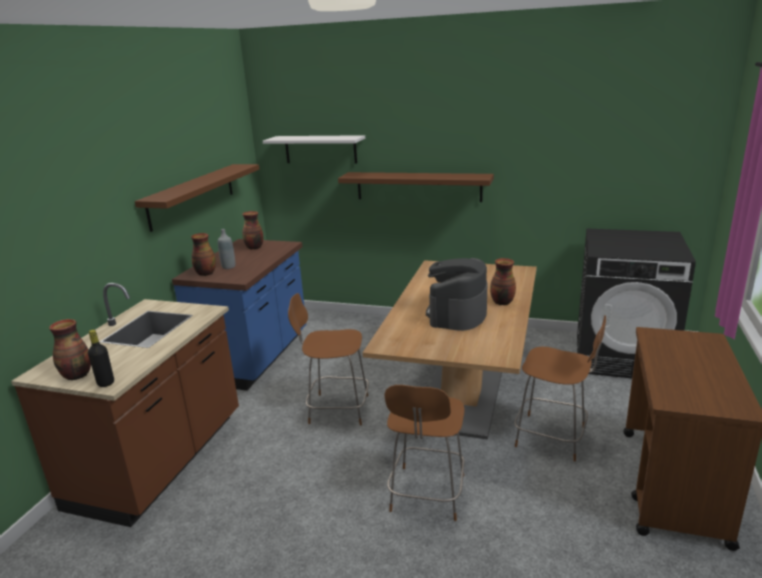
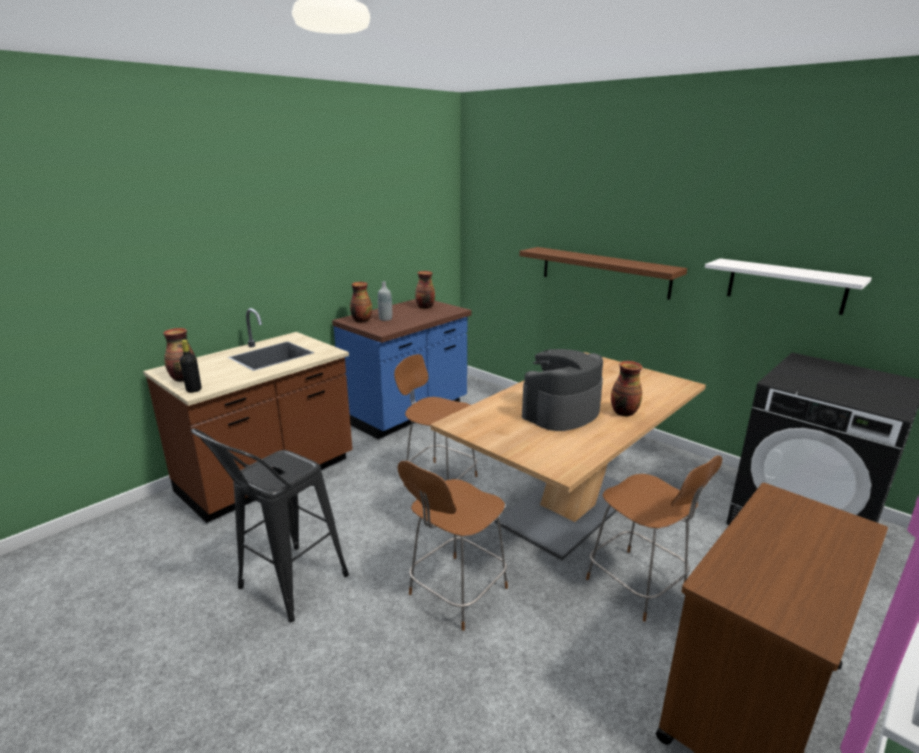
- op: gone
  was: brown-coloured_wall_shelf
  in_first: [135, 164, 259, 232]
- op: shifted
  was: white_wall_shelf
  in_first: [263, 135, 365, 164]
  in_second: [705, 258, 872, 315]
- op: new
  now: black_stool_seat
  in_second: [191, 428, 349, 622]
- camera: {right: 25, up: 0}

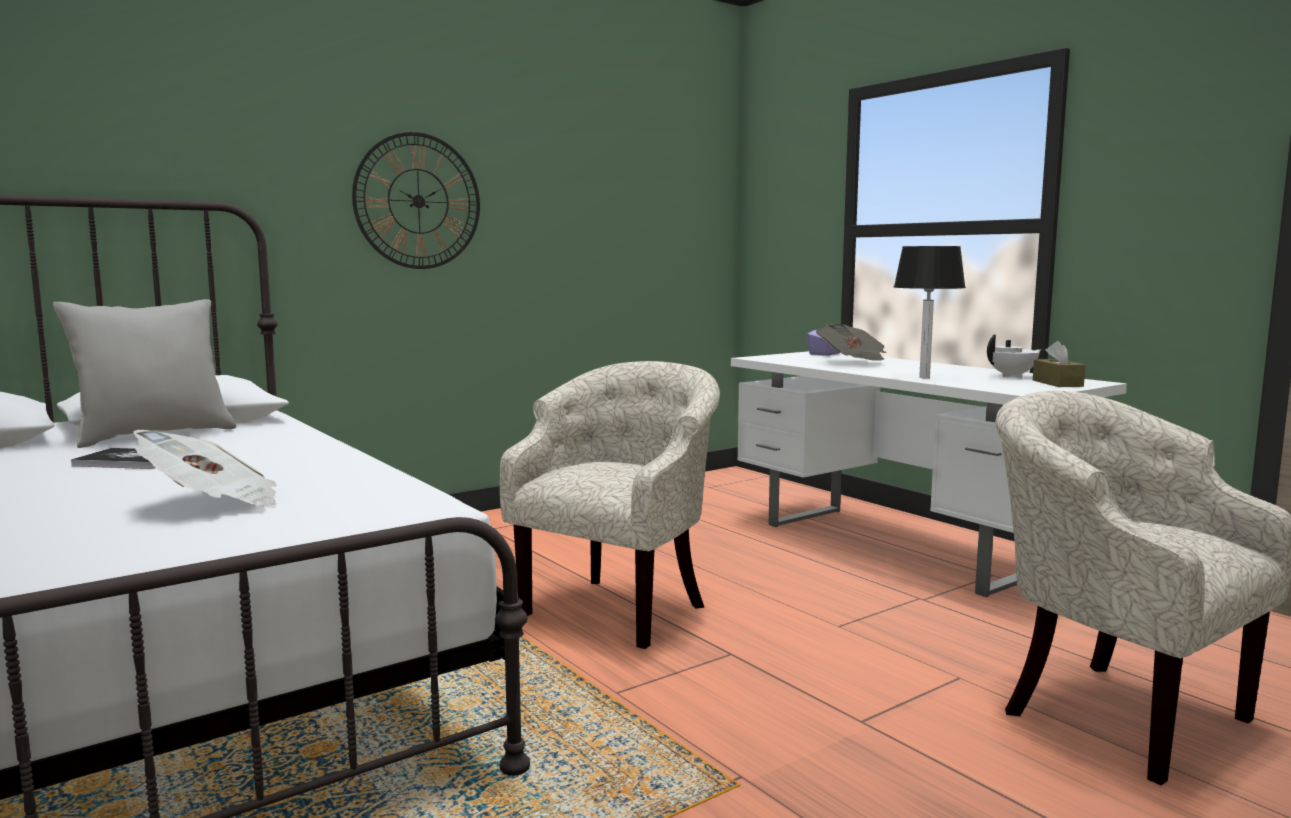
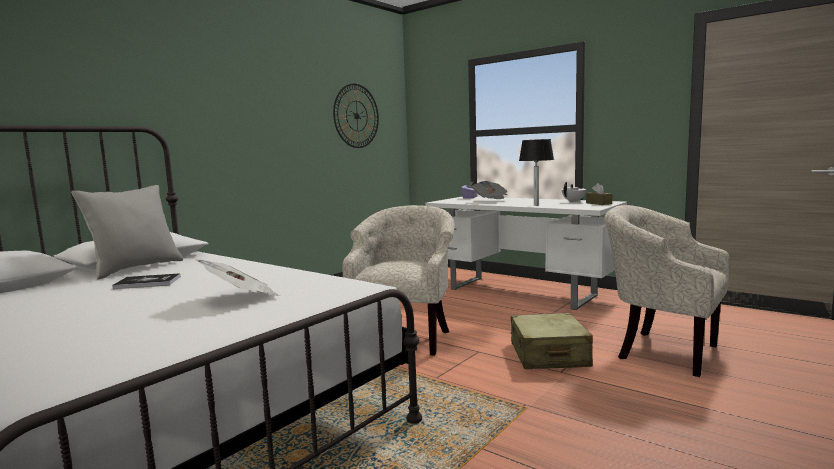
- op: shifted
  was: hanging_clock
  in_first: [352, 132, 480, 269]
  in_second: [333, 83, 379, 148]
- op: new
  now: beige_travel_case
  in_second: [511, 313, 593, 369]
- camera: {right: -15, up: 0}

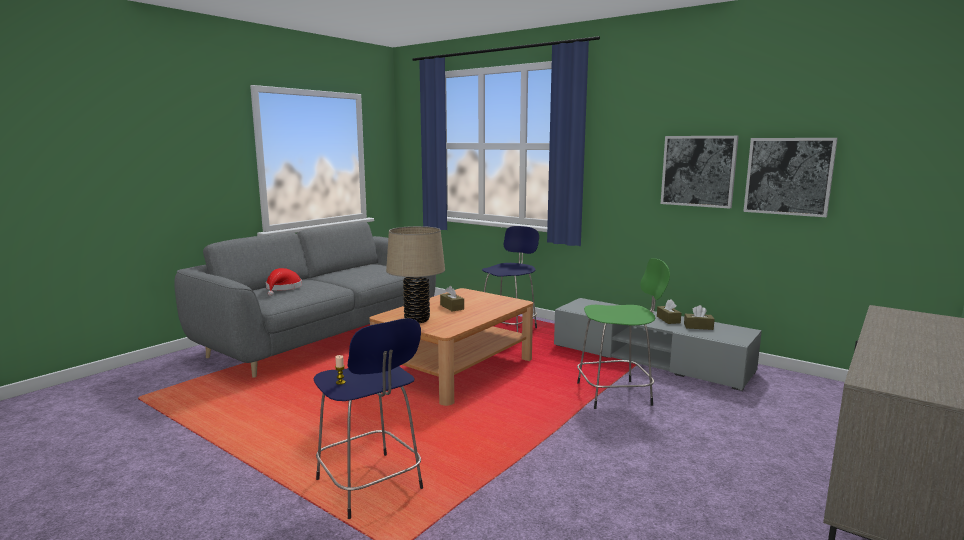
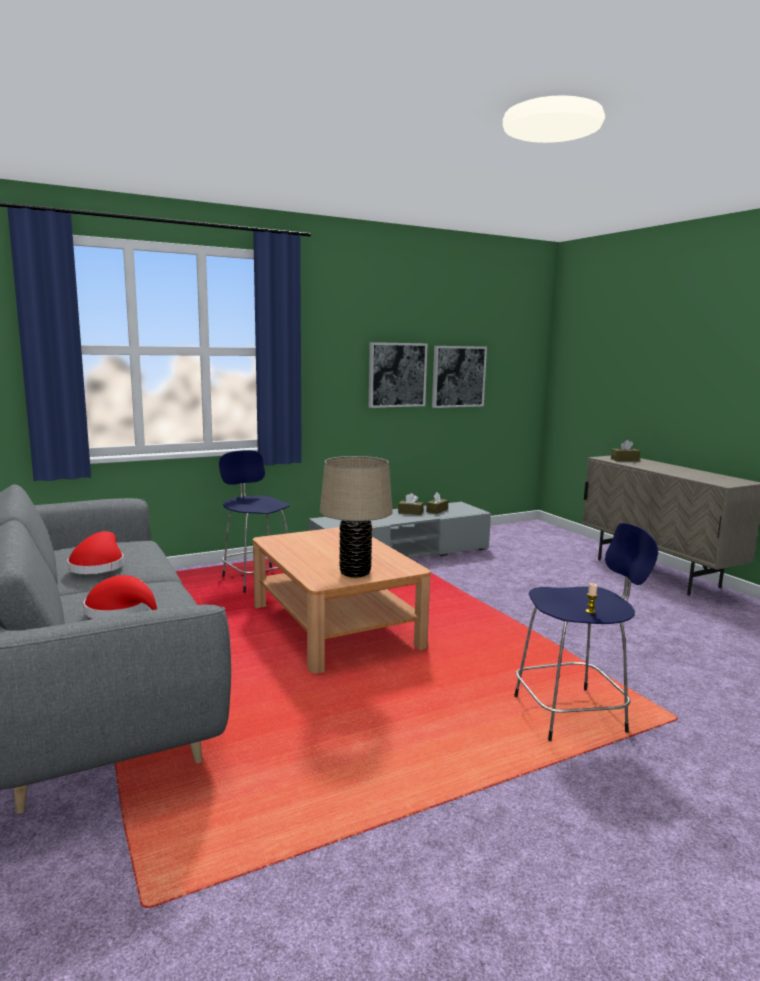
- op: shifted
  was: brown-coloured_tissue_holder
  in_first: [440, 286, 464, 311]
  in_second: [611, 440, 640, 461]
- op: gone
  was: green_stool_seat
  in_first: [577, 258, 670, 409]
- op: new
  now: reddish_clothing_hat
  in_second: [67, 531, 124, 574]
- camera: {right: -65, up: 0}

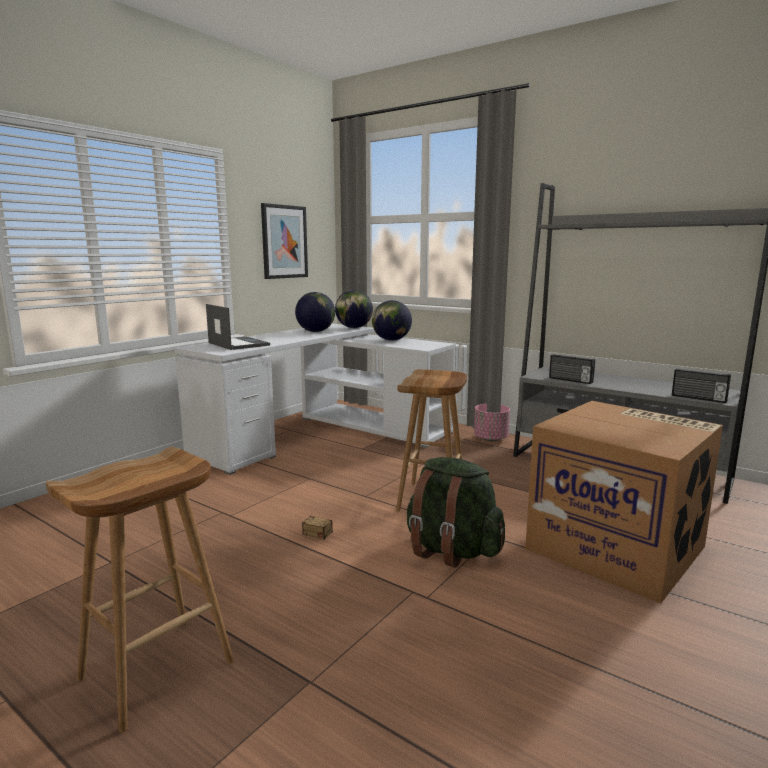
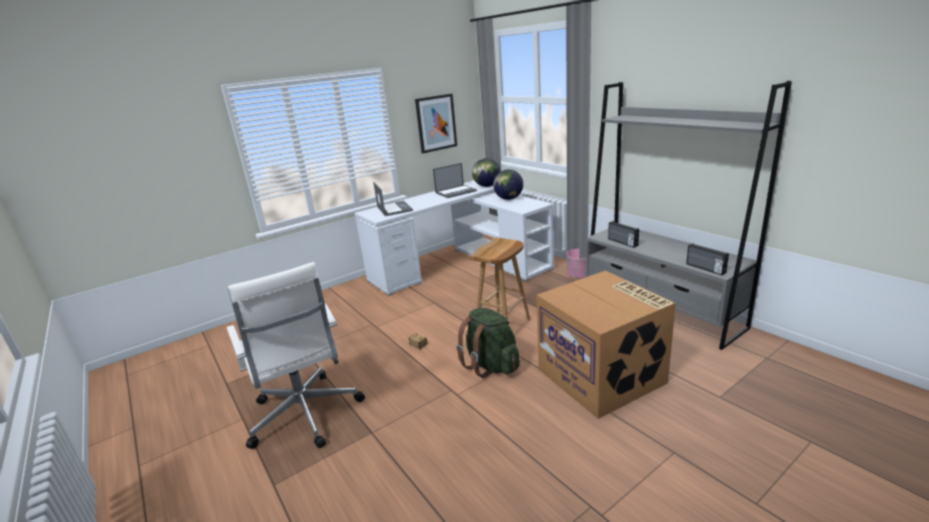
- op: swapped
  was: brown-coloured_stool_seat
  now: white_office_chair
  in_first: [46, 447, 234, 733]
  in_second: [227, 262, 365, 449]
- op: swapped
  was: desk_globe
  now: notebook_computer
  in_first: [295, 292, 335, 332]
  in_second: [433, 163, 477, 198]
- camera: {right: 20, up: 10}

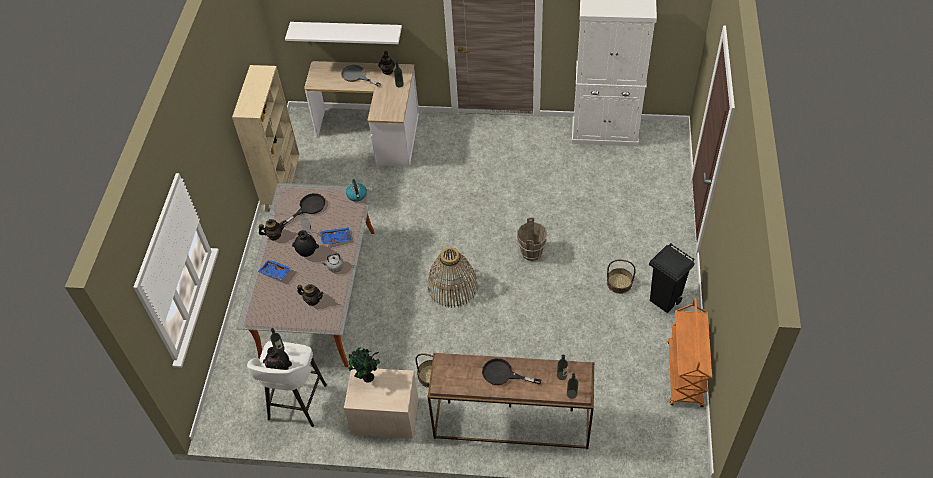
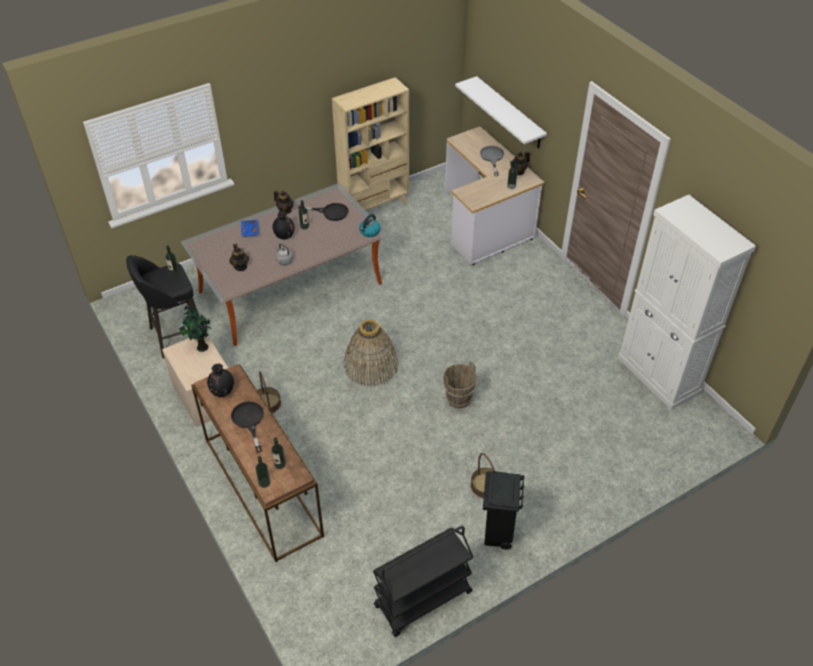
- op: repainted
  was: white_stool_seat
  now: black_stool_seat
  in_first: [247, 341, 327, 427]
  in_second: [126, 255, 199, 359]
- op: shifted
  was: black_decorative_vase
  in_first: [263, 347, 292, 370]
  in_second: [207, 364, 234, 397]
- op: gone
  was: bluish_tray
  in_first: [320, 227, 351, 245]
- op: repainted
  was: orange-coloured_wheeled_cart
  now: black_wheeled_cart
  in_first: [667, 298, 712, 407]
  in_second: [373, 526, 473, 637]
- camera: {right: 50, up: -5}

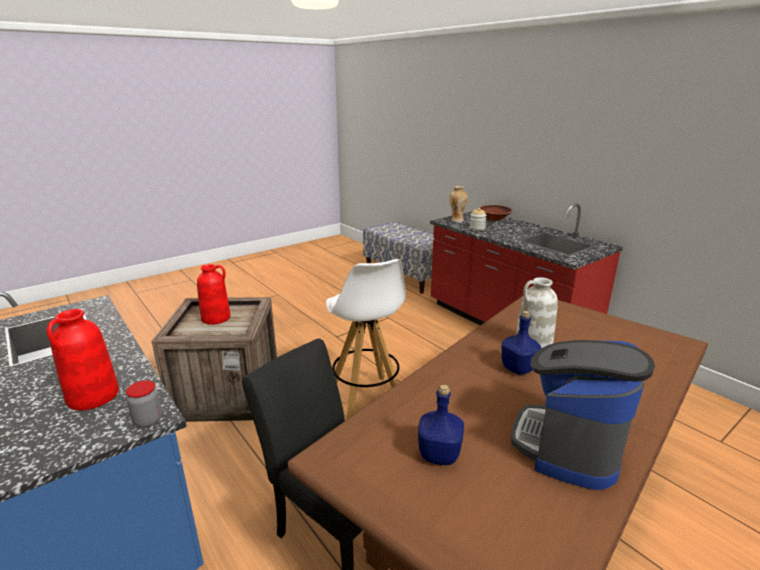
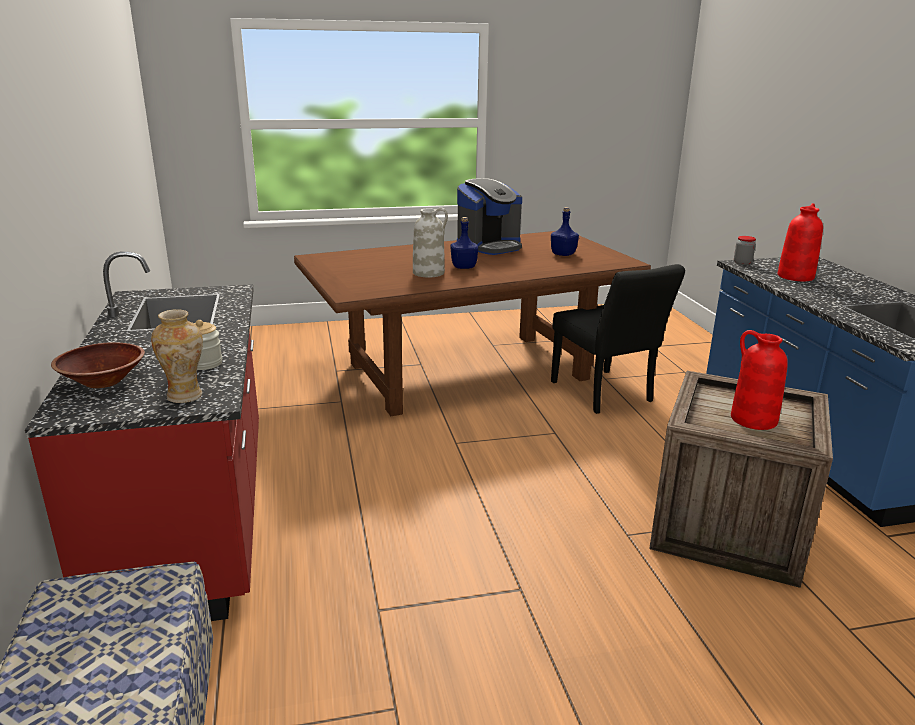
- op: gone
  was: white_stool_seat
  in_first: [326, 259, 406, 420]
- camera: {right: -155, up: 0}

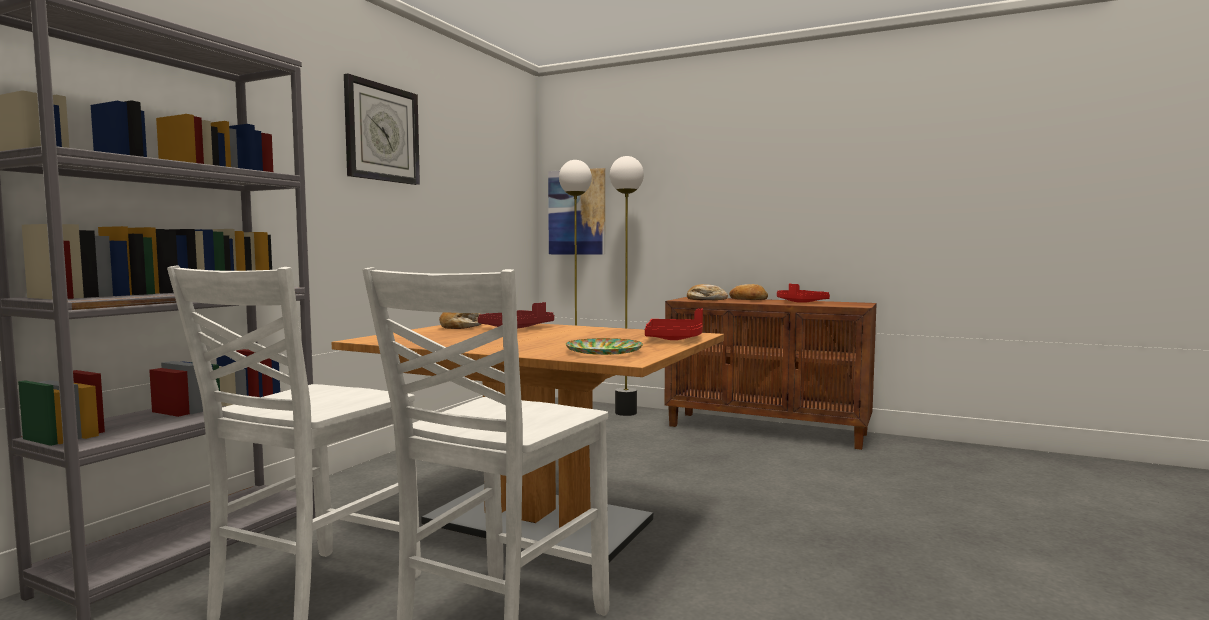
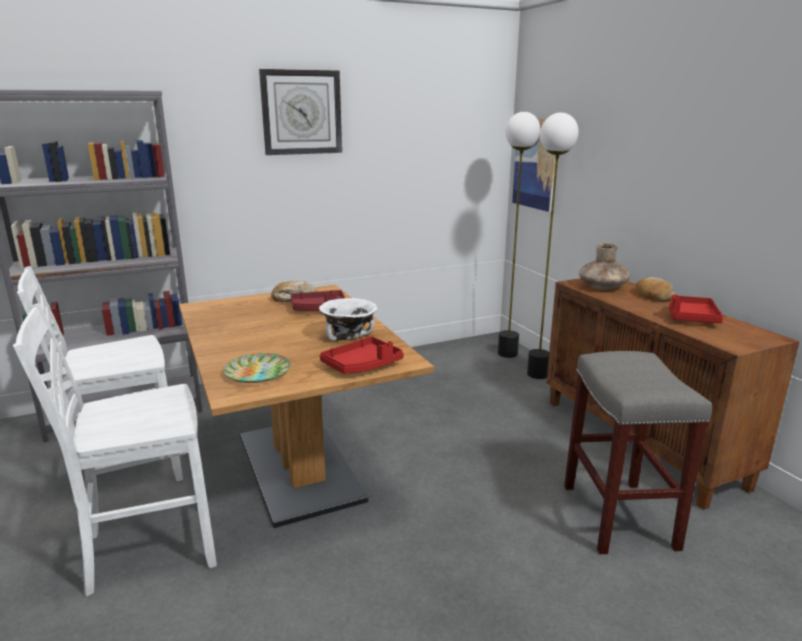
- op: swapped
  was: bakery_bread
  now: brown-coloured_decorative_vase
  in_first: [687, 284, 728, 300]
  in_second: [579, 243, 631, 290]
- op: new
  now: white_bowl
  in_second: [319, 298, 378, 341]
- op: new
  now: gray_stool_seat
  in_second: [564, 351, 712, 554]
- camera: {right: 40, up: 15}

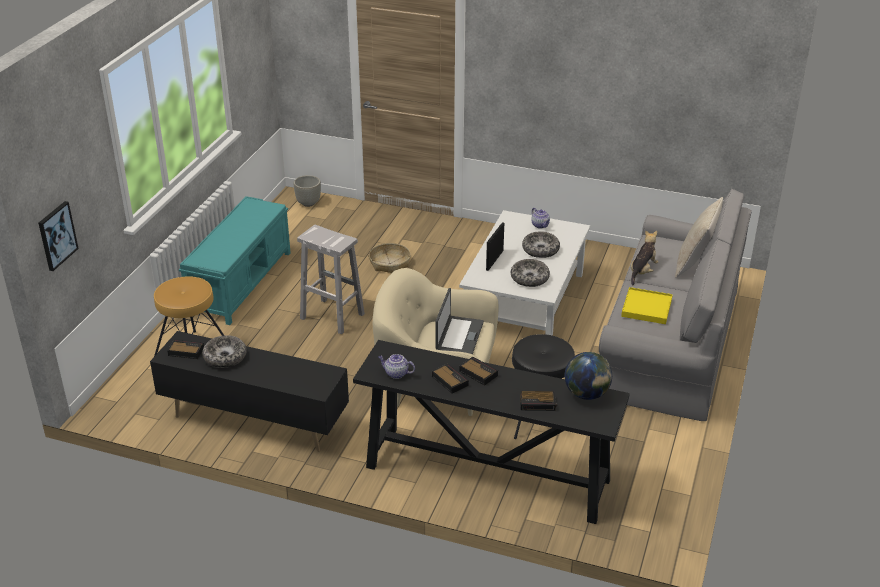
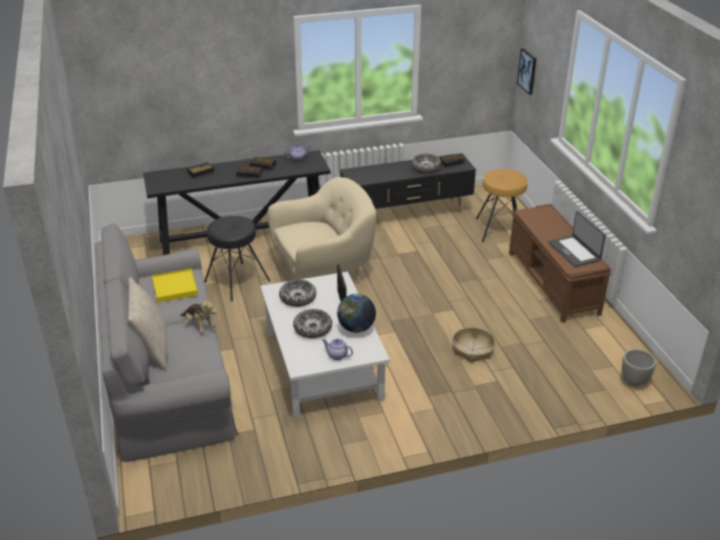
- op: repainted
  was: blue-green_indoor_bench
  now: brown-coloured_indoor_bench
  in_first: [179, 196, 291, 325]
  in_second: [509, 204, 612, 323]
- op: gone
  was: white_stool_seat
  in_first: [297, 225, 365, 335]
- op: shifted
  was: notebook_computer
  in_first: [435, 288, 484, 354]
  in_second: [548, 211, 606, 267]
- op: shifted
  was: desk_globe
  in_first: [564, 352, 612, 400]
  in_second: [337, 294, 376, 333]
- op: rotated
  was: plush_toy
  in_first: [631, 230, 659, 285]
  in_second: [180, 298, 217, 332]
  clockwise: -45
- camera: {right: 145, up: 0}

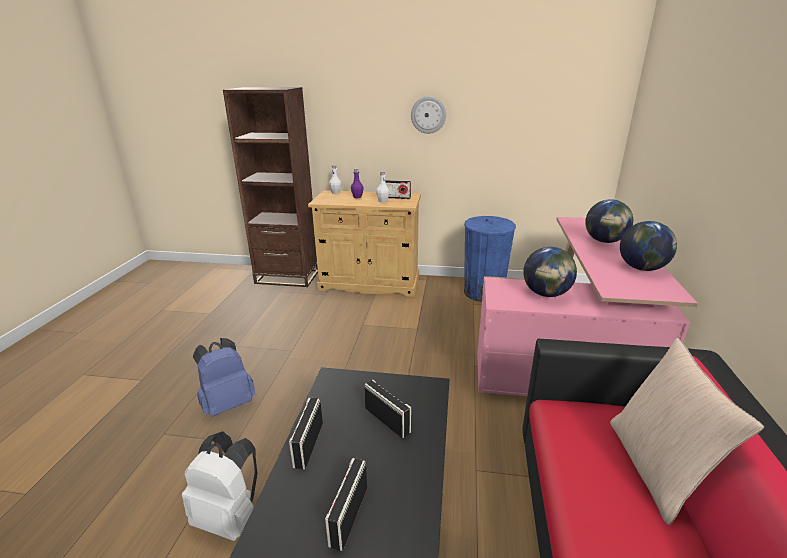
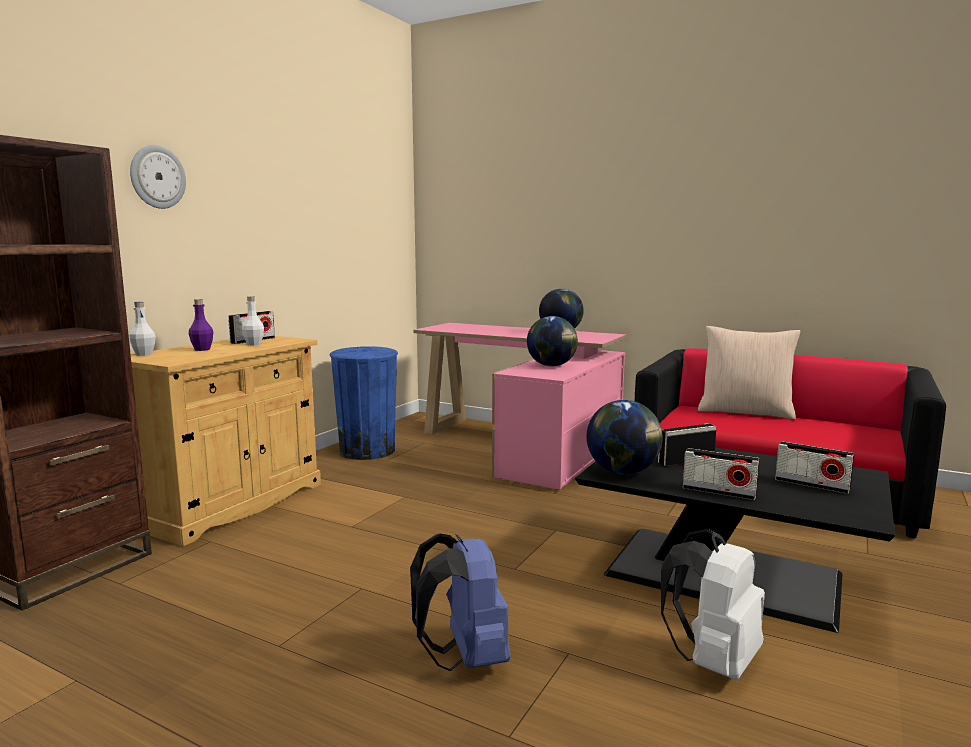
- op: shifted
  was: hanging_clock
  in_first: [411, 96, 446, 134]
  in_second: [130, 145, 186, 209]
- op: shifted
  was: desk_globe
  in_first: [585, 199, 633, 243]
  in_second: [587, 400, 663, 474]
- camera: {right: -70, up: -15}

